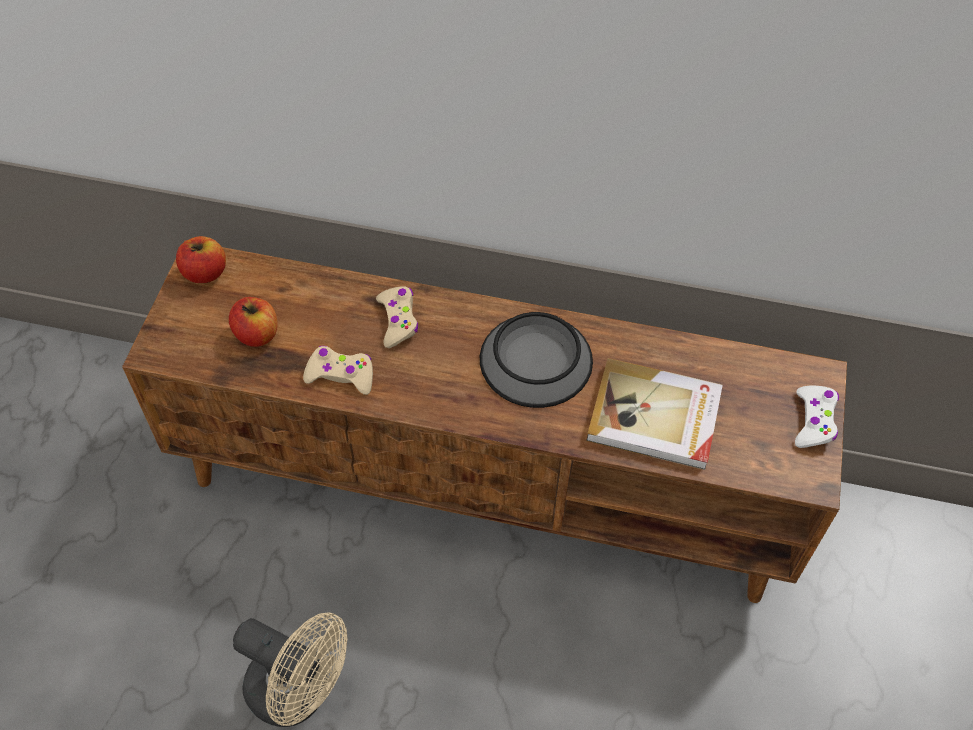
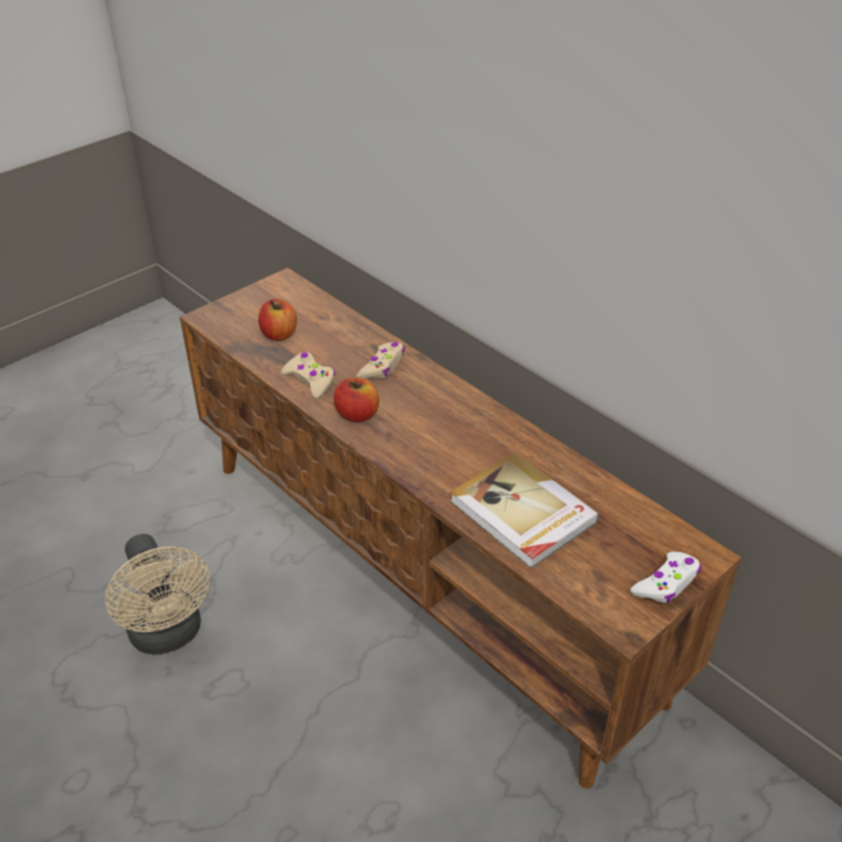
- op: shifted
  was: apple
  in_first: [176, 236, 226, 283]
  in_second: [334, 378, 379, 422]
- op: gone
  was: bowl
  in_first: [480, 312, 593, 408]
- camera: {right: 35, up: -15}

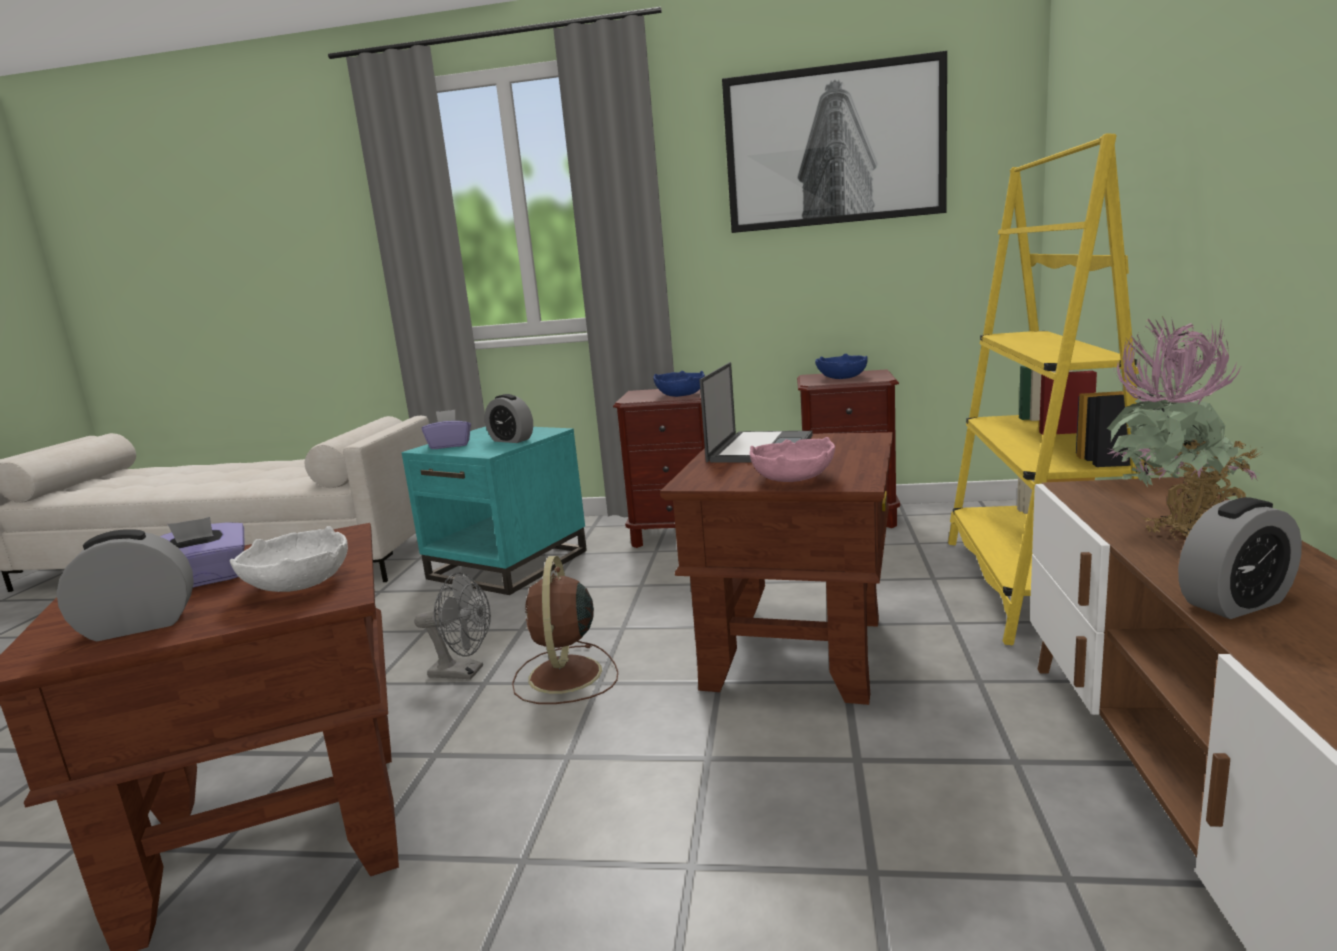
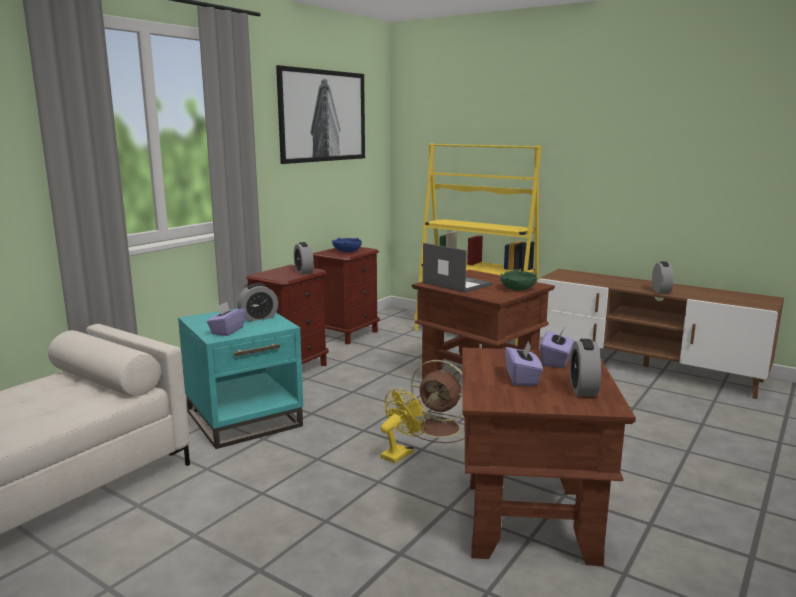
- op: swapped
  was: white_bowl
  now: purple_tissue_holder
  in_first: [230, 526, 348, 592]
  in_second: [540, 328, 574, 368]
- op: repainted
  was: gray_fan
  now: yellowish_fan
  in_first: [414, 572, 491, 679]
  in_second: [380, 389, 427, 463]
- op: swapped
  was: bluish_bowl
  now: bedside_clock
  in_first: [653, 371, 705, 397]
  in_second: [294, 242, 314, 274]
- op: repainted
  was: pink_bowl
  now: green_bowl
  in_first: [750, 437, 835, 482]
  in_second: [500, 269, 537, 291]
- op: gone
  was: potted_plant
  in_first: [1107, 317, 1275, 541]
- camera: {right: -65, up: 0}

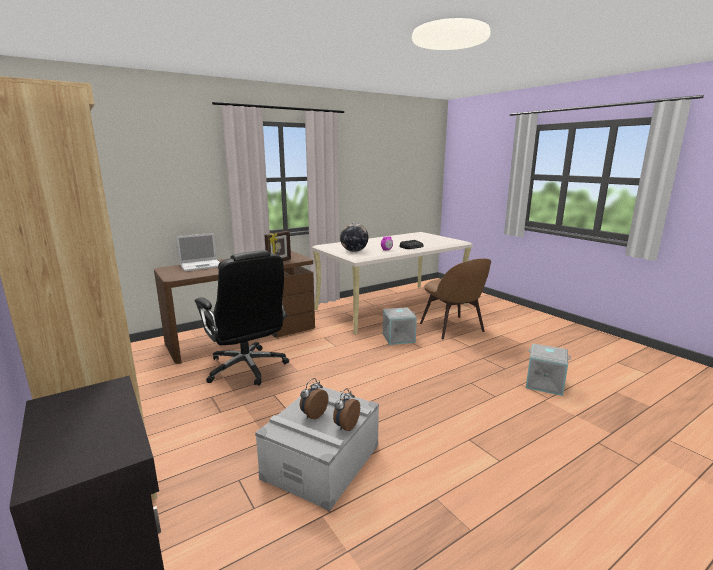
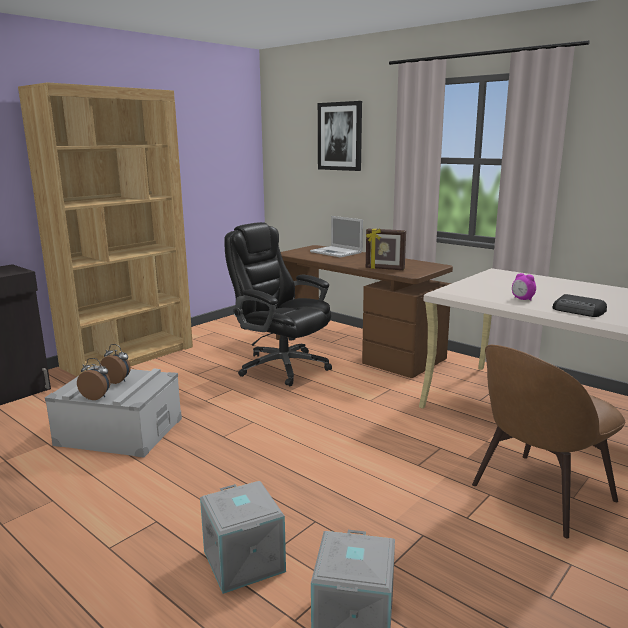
- op: rotated
  was: black_office_chair
  in_first: [195, 250, 289, 386]
  in_second: [224, 222, 332, 386]
  clockwise: 90
- op: gone
  was: desk_globe
  in_first: [340, 223, 368, 252]
- op: shifted
  was: gray_storage_box
  in_first: [383, 307, 417, 345]
  in_second: [200, 481, 286, 594]
- op: new
  now: wall_picture
  in_second: [318, 101, 362, 171]
- camera: {right: 75, up: 0}

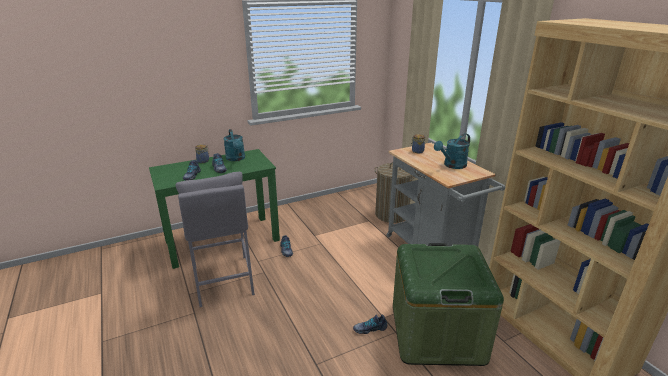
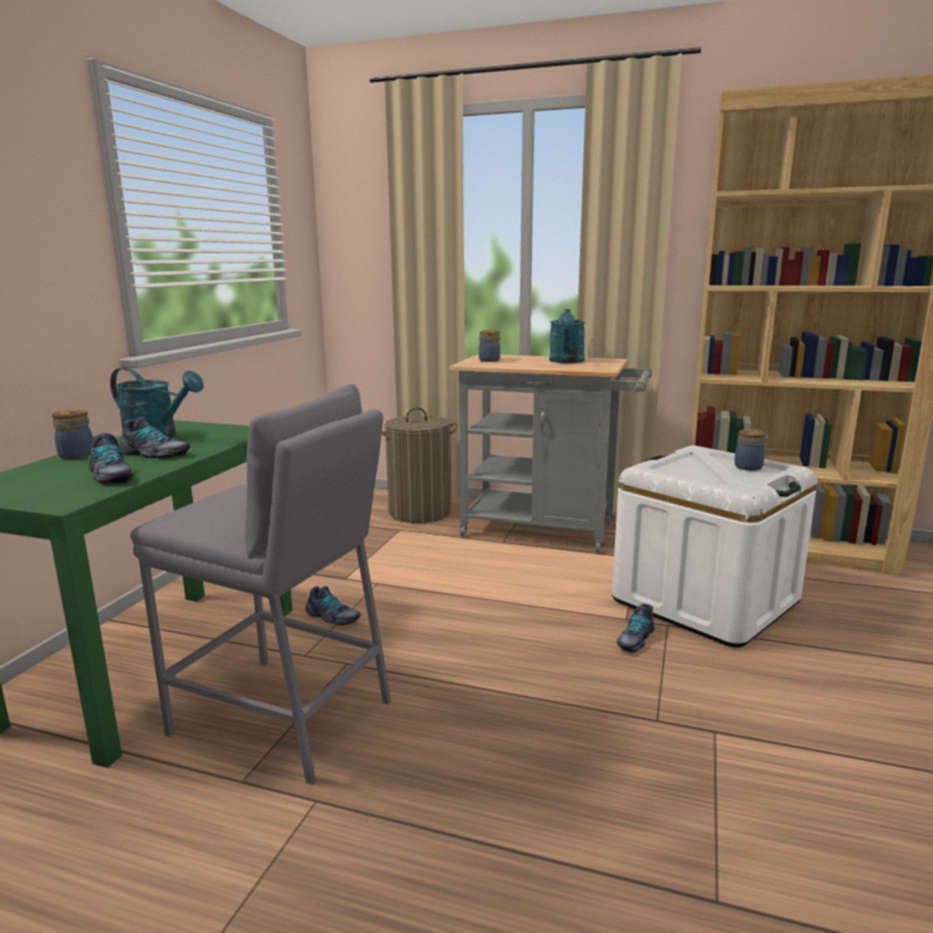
- op: repainted
  was: green_storage_box
  now: white_storage_box
  in_first: [393, 243, 504, 366]
  in_second: [612, 446, 817, 648]
- op: new
  now: preserve_jar
  in_second: [734, 429, 769, 471]
- camera: {right: -45, up: -10}

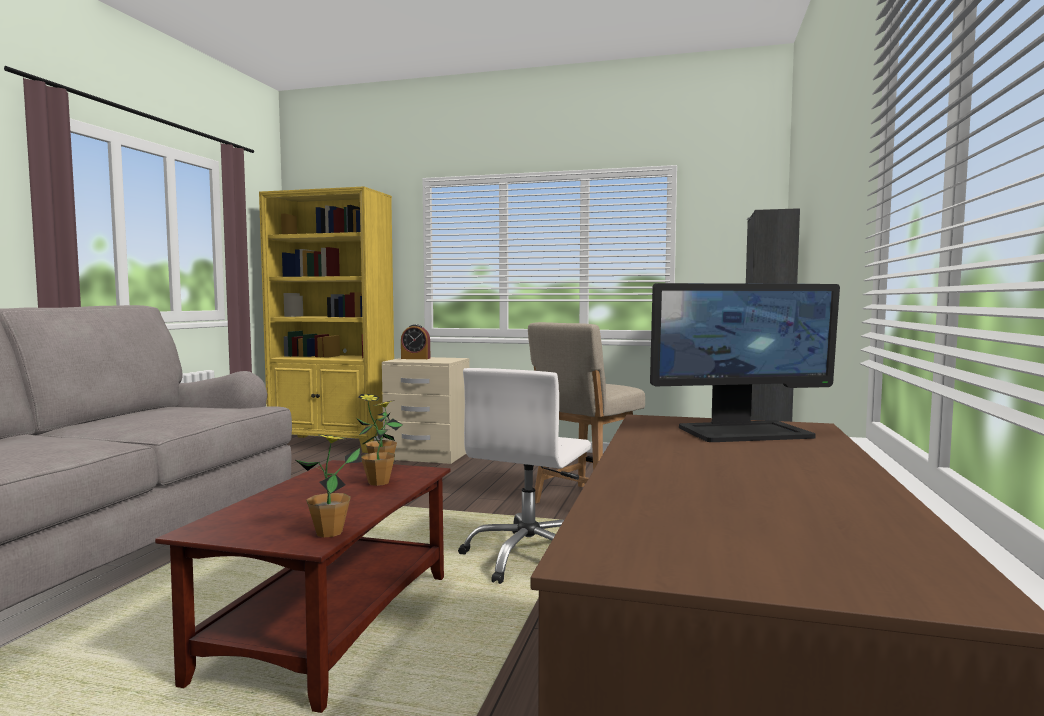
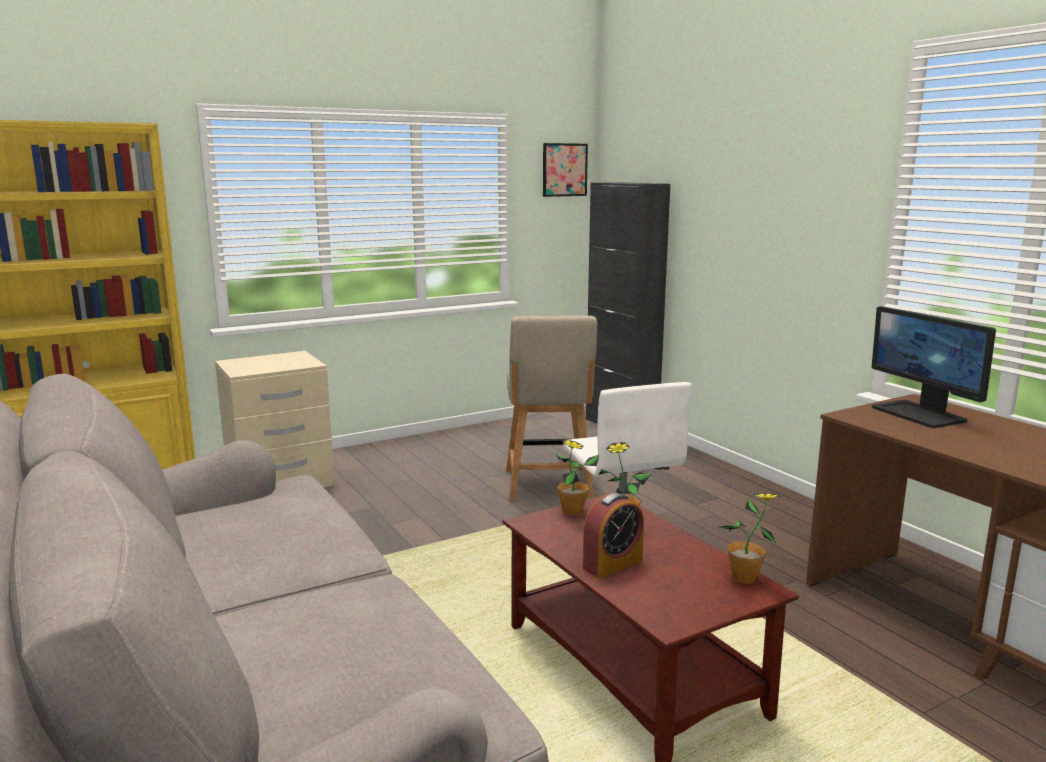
- op: shifted
  was: bedside_clock
  in_first: [401, 324, 430, 359]
  in_second: [583, 493, 644, 578]
- op: rotated
  was: computer_display
  in_first: [650, 283, 840, 442]
  in_second: [872, 306, 996, 428]
  clockwise: 120
- op: new
  now: wall_picture
  in_second: [543, 143, 588, 197]
- camera: {right: -45, up: 10}

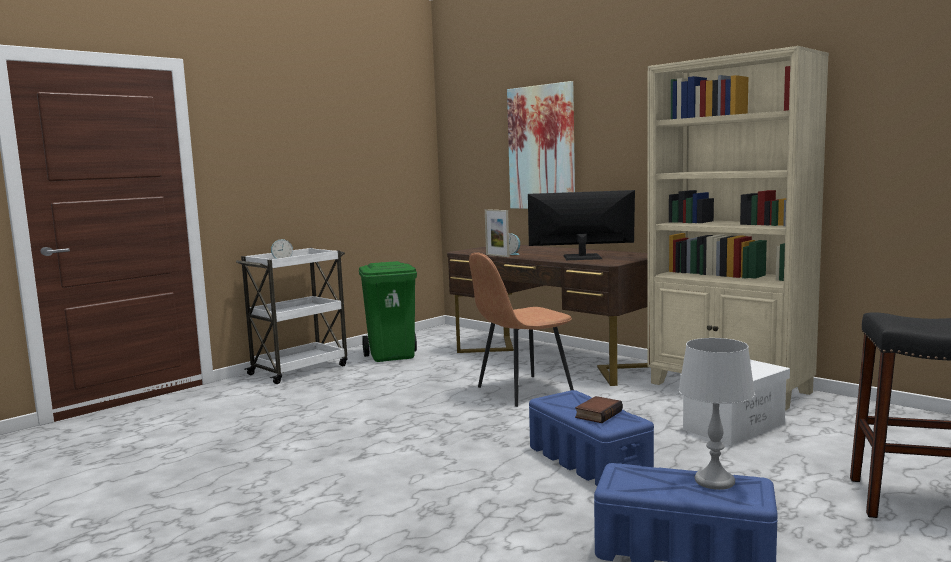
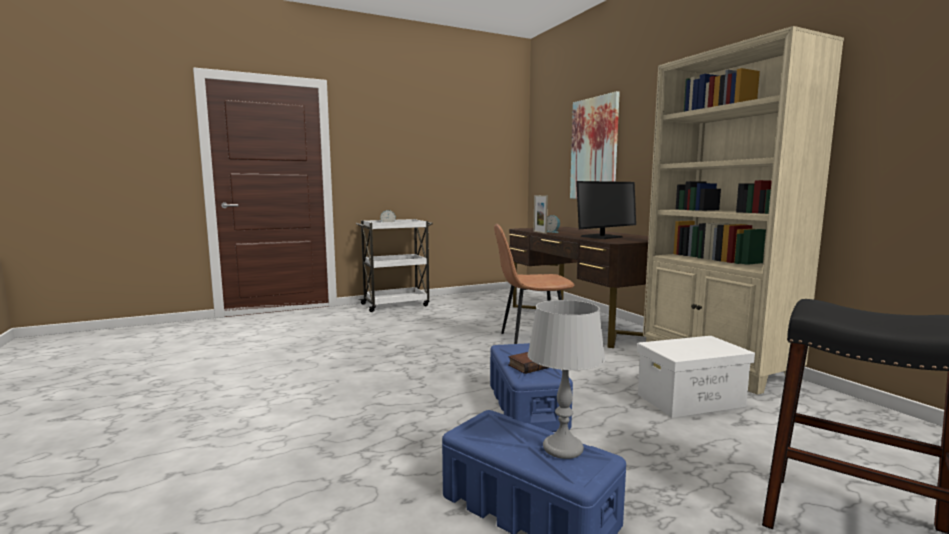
- op: gone
  was: green_waste_bin
  in_first: [359, 261, 417, 362]
- op: rotated
  was: computer_display
  in_first: [528, 190, 635, 260]
  in_second: [576, 181, 636, 239]
  clockwise: 120
- camera: {right: 20, up: 0}

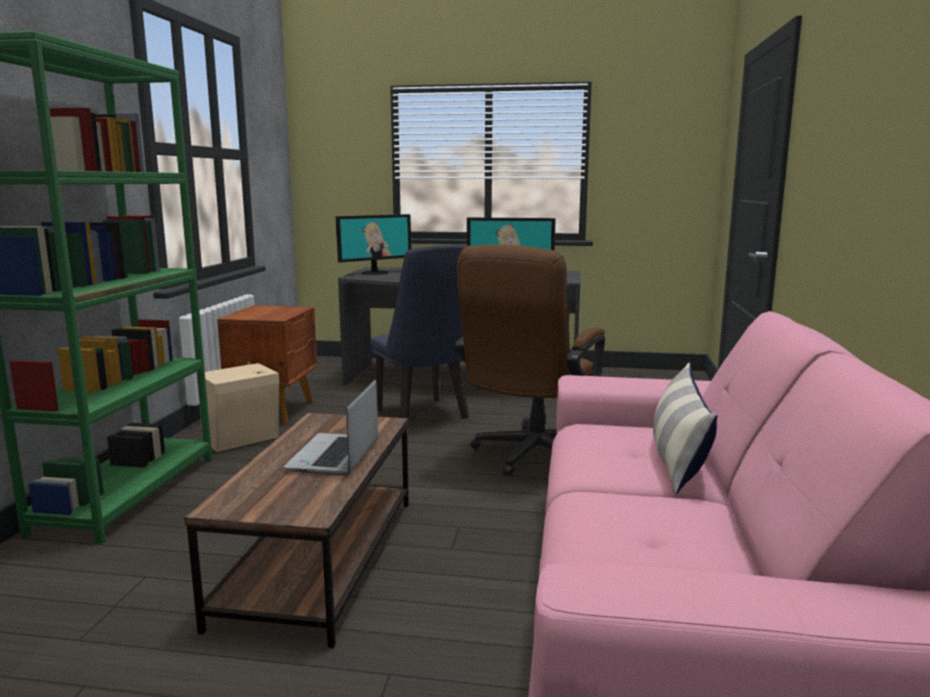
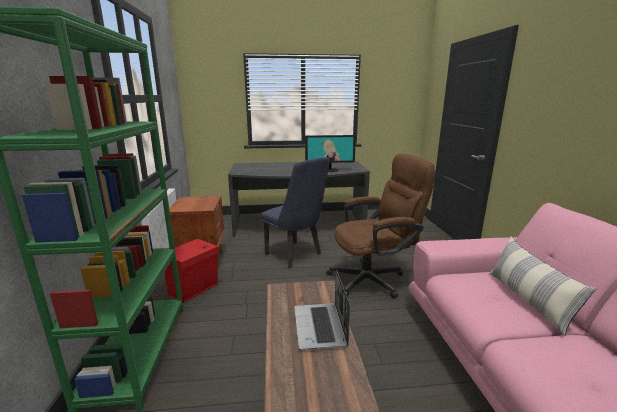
- op: repainted
  was: beige_audio_speaker
  now: reddish_audio_speaker
  in_first: [197, 362, 279, 452]
  in_second: [164, 239, 218, 303]
- op: gone
  was: computer_display
  in_first: [335, 214, 412, 275]
- op: rotated
  was: brown-coloured_office_chair
  in_first: [455, 245, 605, 476]
  in_second: [327, 153, 435, 298]
  clockwise: -120
- camera: {right: -15, up: 5}

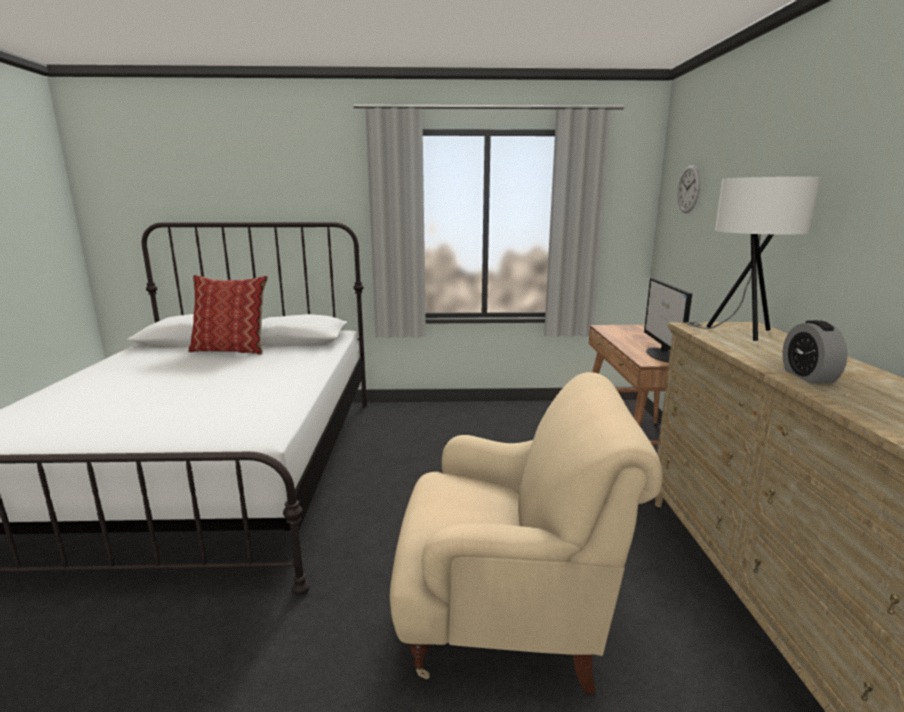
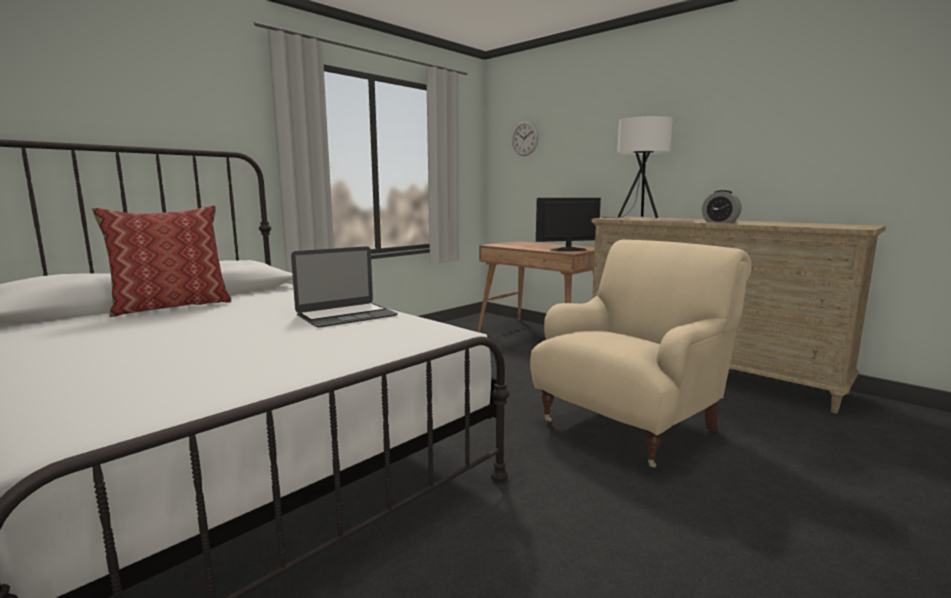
- op: rotated
  was: computer_display
  in_first: [644, 278, 692, 363]
  in_second: [536, 198, 601, 251]
  clockwise: 120
- op: new
  now: notebook_computer
  in_second: [291, 246, 398, 328]
- camera: {right: -45, up: -5}

